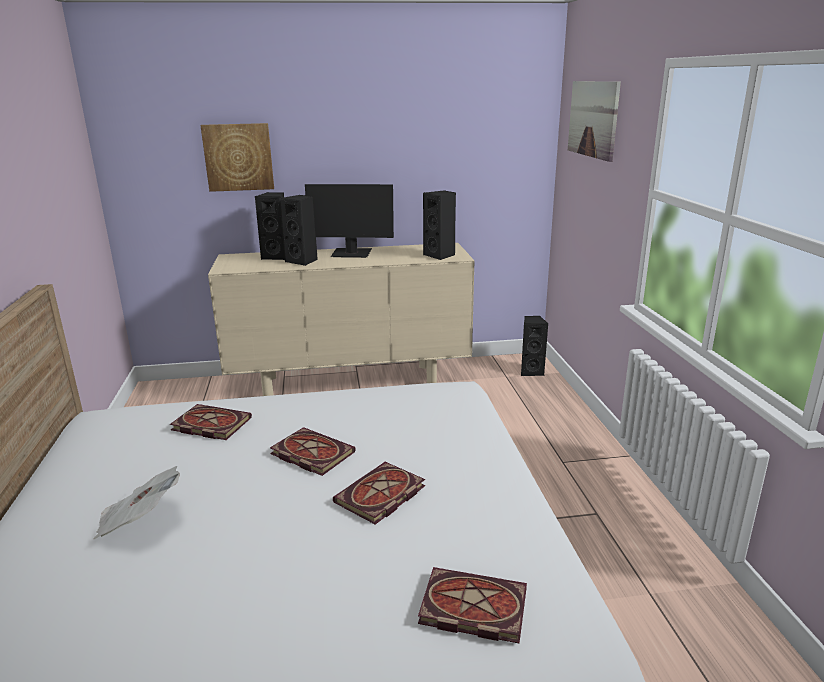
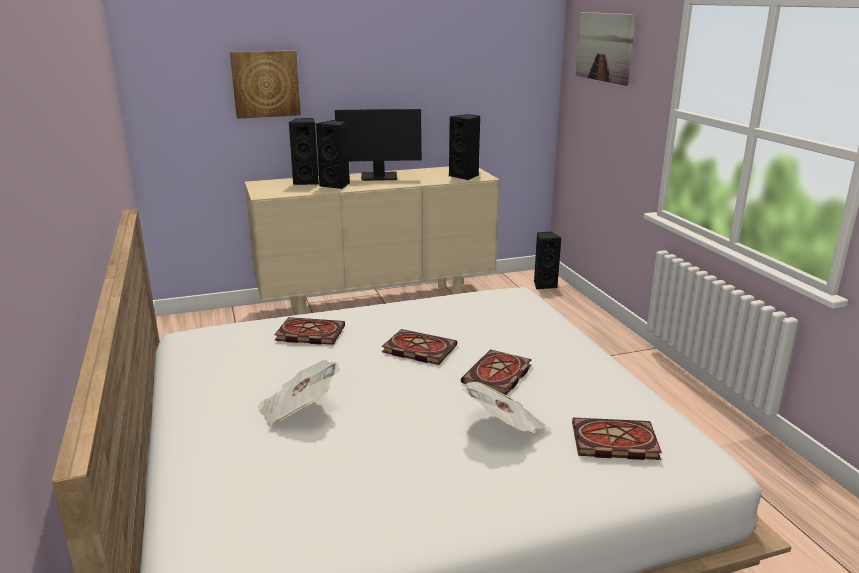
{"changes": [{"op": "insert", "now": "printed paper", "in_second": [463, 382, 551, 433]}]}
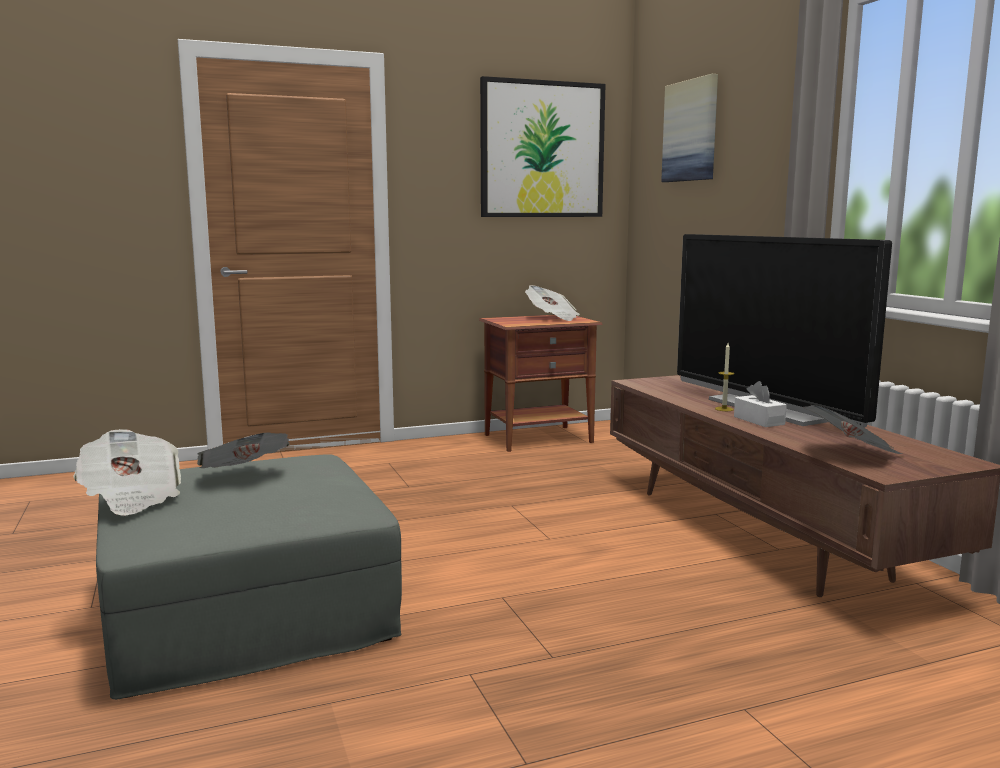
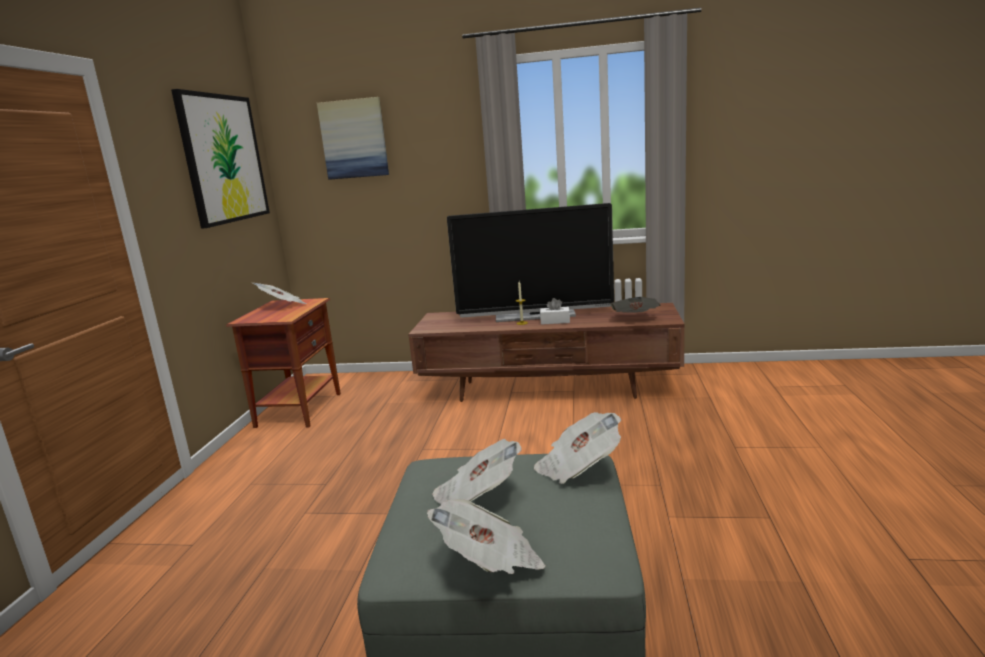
{"changes": [{"op": "insert", "now": "printed paper", "in_second": [534, 412, 621, 484]}]}
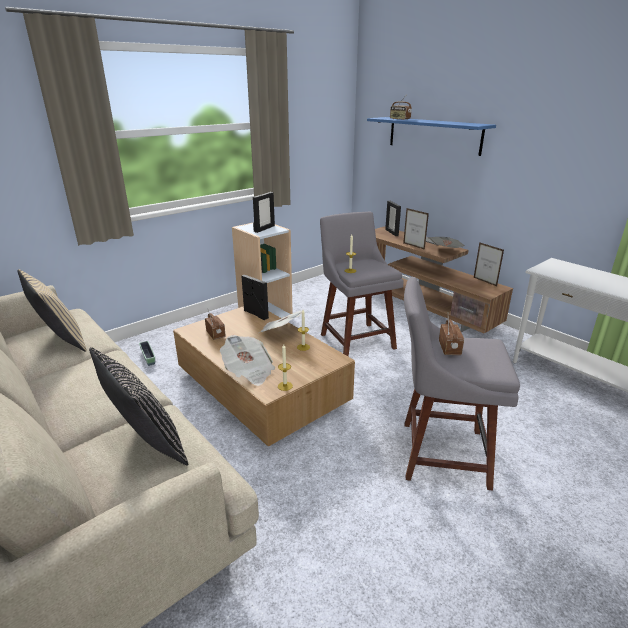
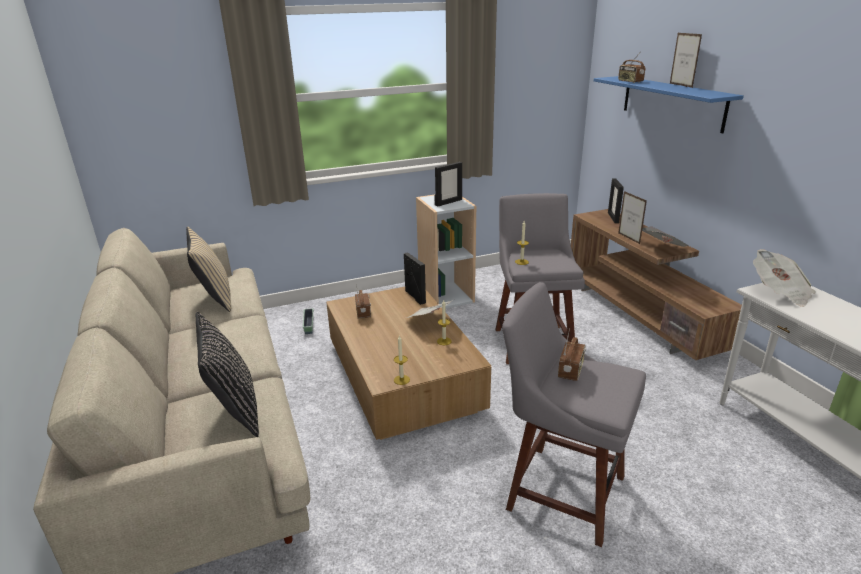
{"changes": [{"op": "move", "was": "photo frame", "in_first": [474, 242, 504, 286], "in_second": [670, 33, 702, 88]}, {"op": "move", "was": "printed paper", "in_first": [220, 335, 276, 386], "in_second": [753, 249, 815, 307]}]}
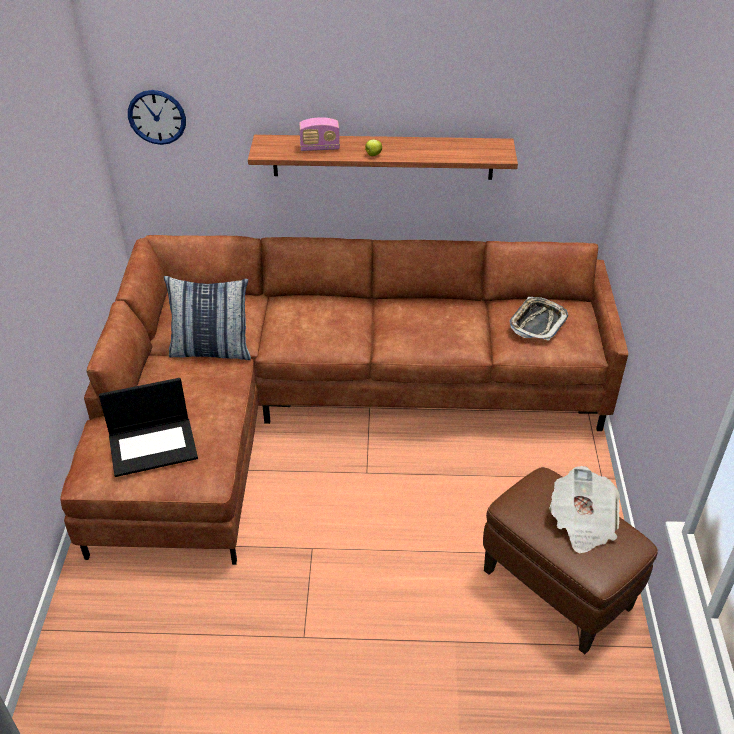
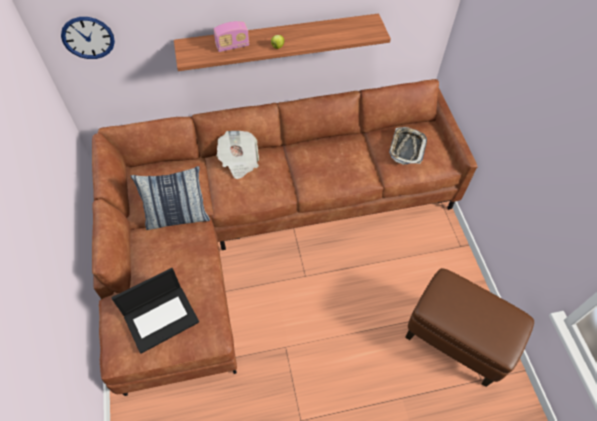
{"changes": [{"op": "move", "was": "printed paper", "in_first": [549, 466, 620, 553], "in_second": [217, 131, 259, 179]}]}
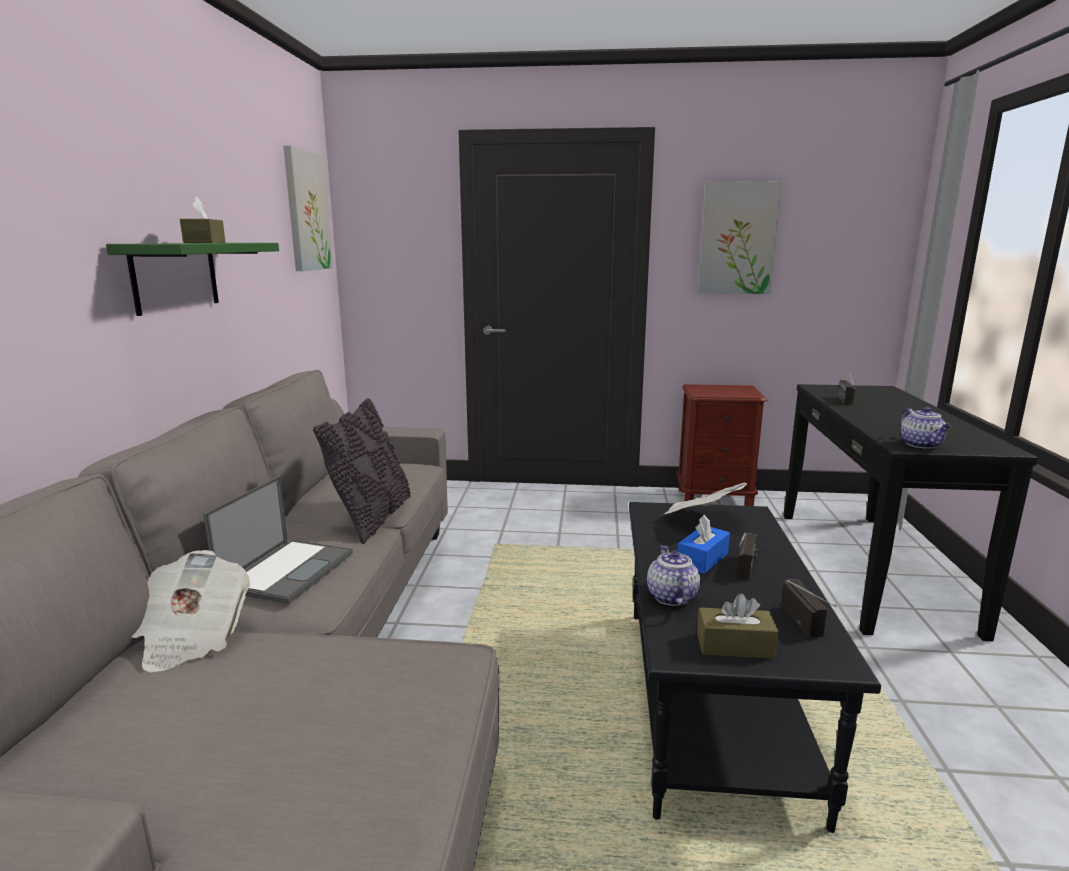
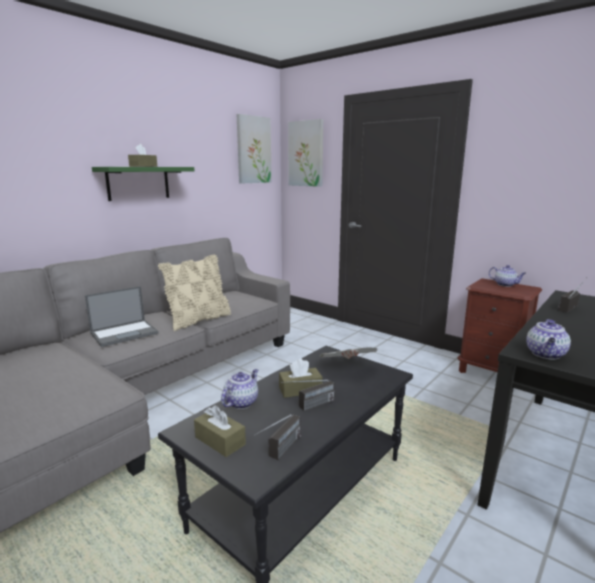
{"changes": [{"op": "move", "was": "picture", "in_first": [698, 181, 781, 294], "in_second": [288, 119, 323, 187]}, {"op": "recolor", "was": "black-coloured throw pillow", "now": "sand-coloured throw pillow", "in_first": [313, 398, 411, 544], "in_second": [158, 254, 231, 331]}, {"op": "recolor", "was": "bluish tissue box", "now": "brownish tissue box", "in_first": [678, 514, 730, 574], "in_second": [279, 358, 322, 398]}, {"op": "delete", "was": "printed paper", "in_first": [132, 550, 250, 673]}, {"op": "insert", "now": "pot for tea", "in_second": [489, 265, 526, 287]}]}
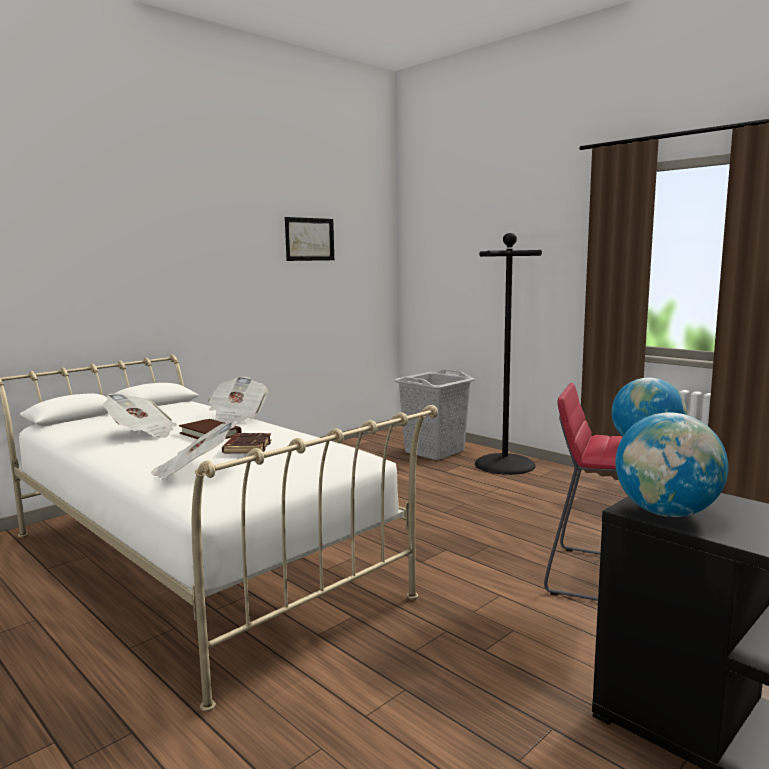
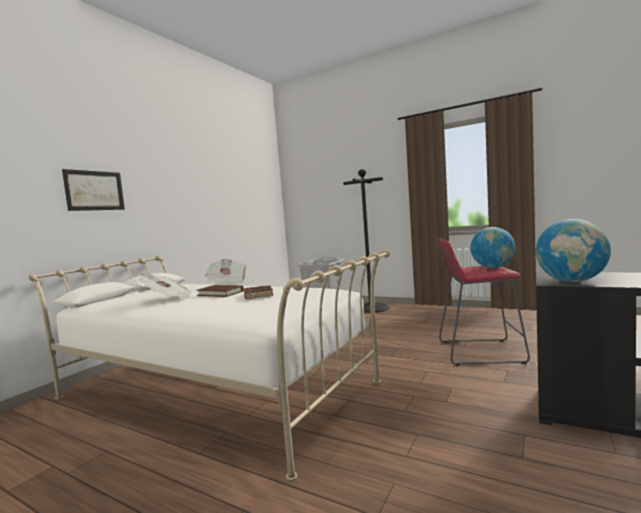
{"changes": [{"op": "move", "was": "picture", "in_first": [285, 217, 334, 261], "in_second": [62, 169, 125, 211]}, {"op": "delete", "was": "printed paper", "in_first": [151, 422, 236, 480]}]}
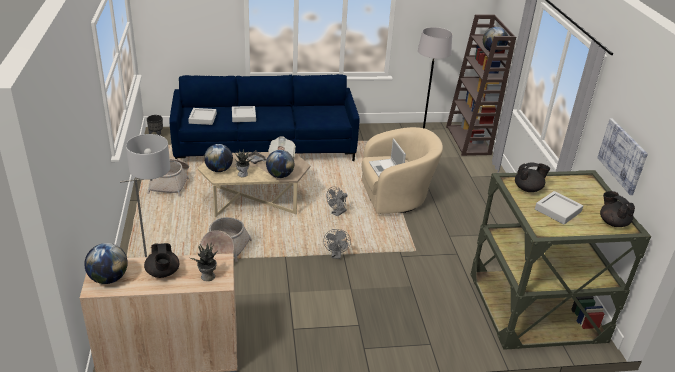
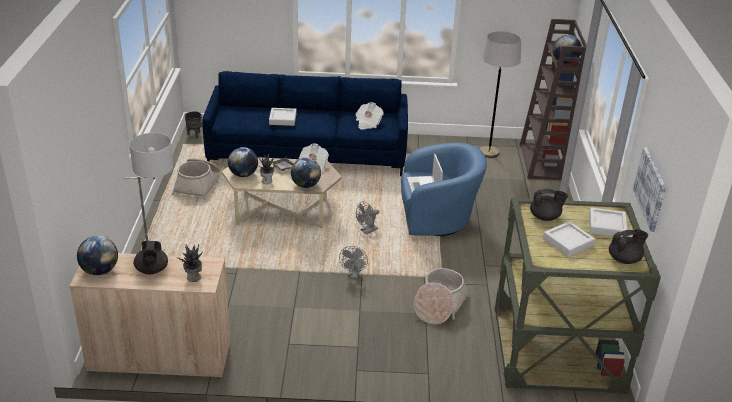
{"changes": [{"op": "move", "was": "grey carrying tray", "in_first": [188, 108, 217, 125], "in_second": [589, 208, 628, 237]}, {"op": "recolor", "was": "sand-coloured armchair", "now": "bluish armchair", "in_first": [362, 127, 443, 214], "in_second": [401, 143, 487, 236]}, {"op": "rotate", "was": "black-coloured pot for tea", "in_first": [600, 191, 635, 227], "in_second": [609, 229, 648, 264], "clockwise": 90}, {"op": "move", "was": "household basket", "in_first": [199, 217, 252, 262], "in_second": [414, 268, 469, 324]}, {"op": "insert", "now": "printed paper", "in_second": [356, 102, 383, 129]}]}
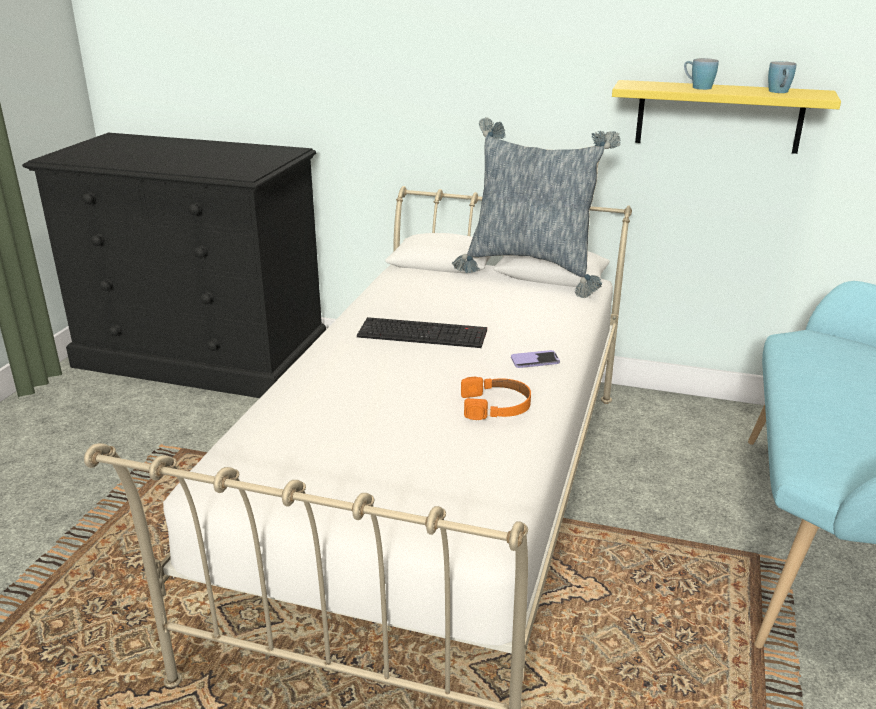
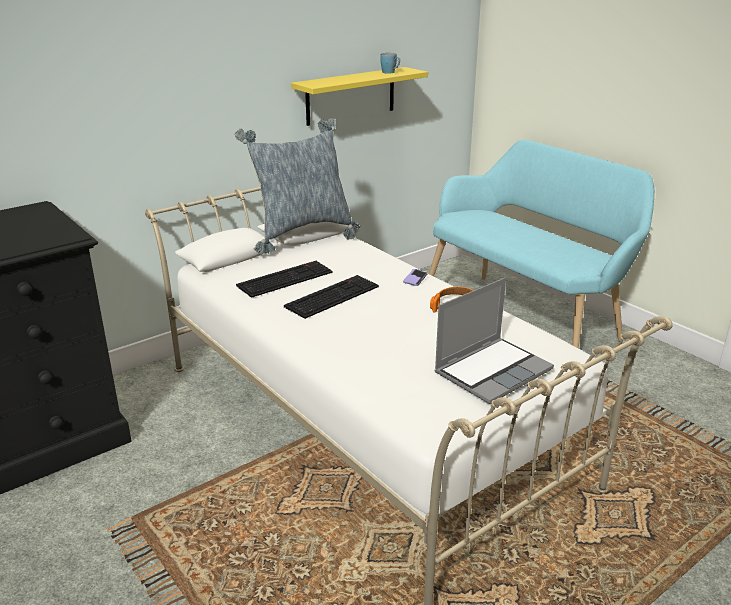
{"changes": [{"op": "delete", "was": "bluish tea mug", "in_first": [684, 58, 719, 90]}, {"op": "insert", "now": "keyboard", "in_second": [236, 261, 333, 298]}, {"op": "insert", "now": "laptop", "in_second": [434, 277, 554, 404]}]}
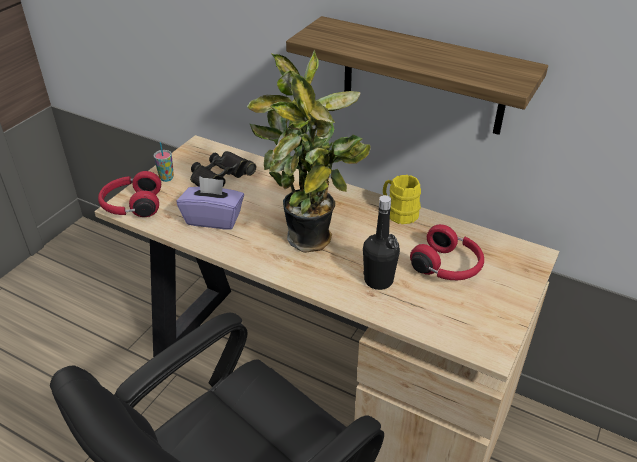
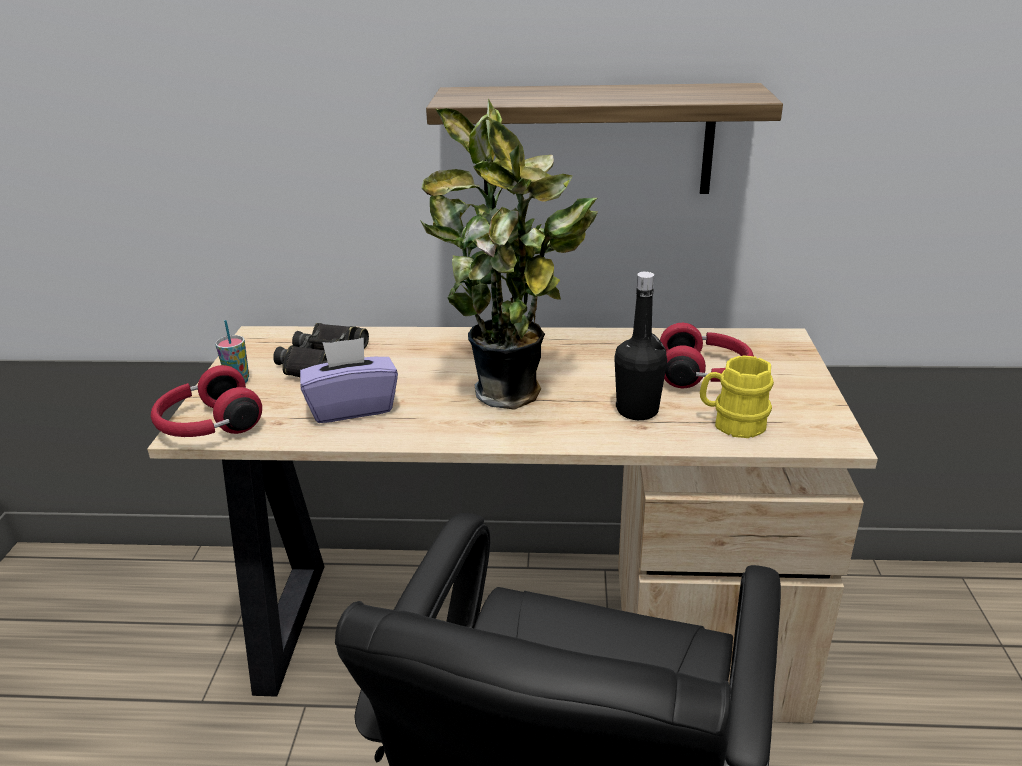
{"changes": [{"op": "move", "was": "yellow-coloured tea mug", "in_first": [383, 175, 421, 224], "in_second": [700, 355, 774, 438]}]}
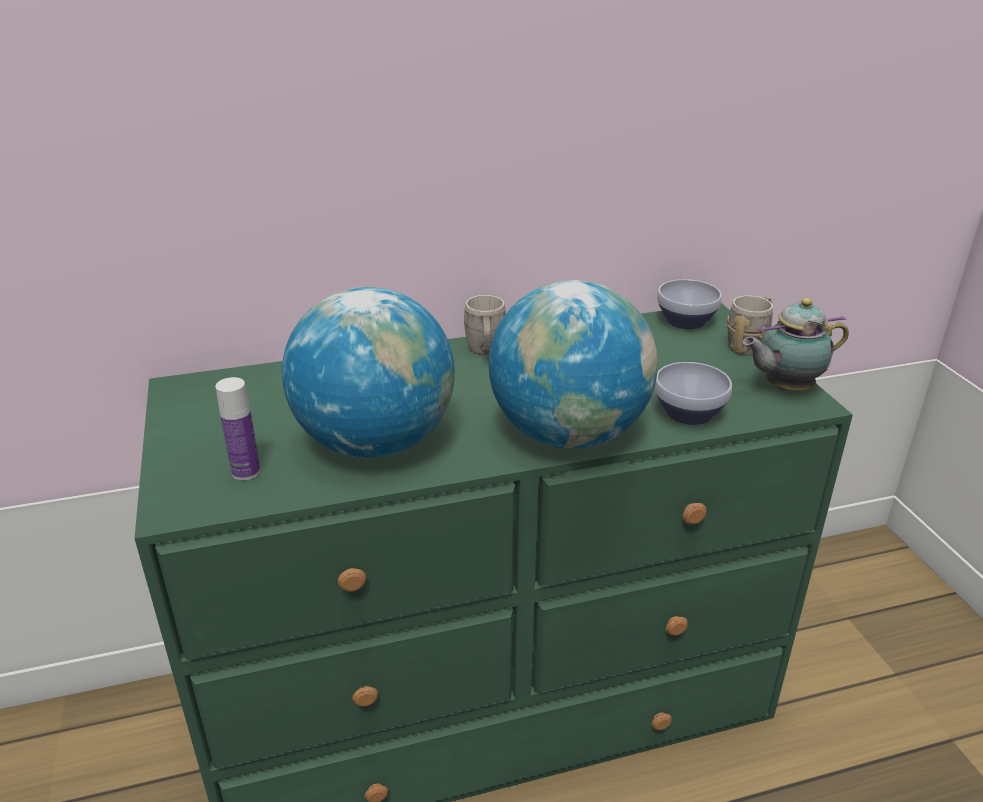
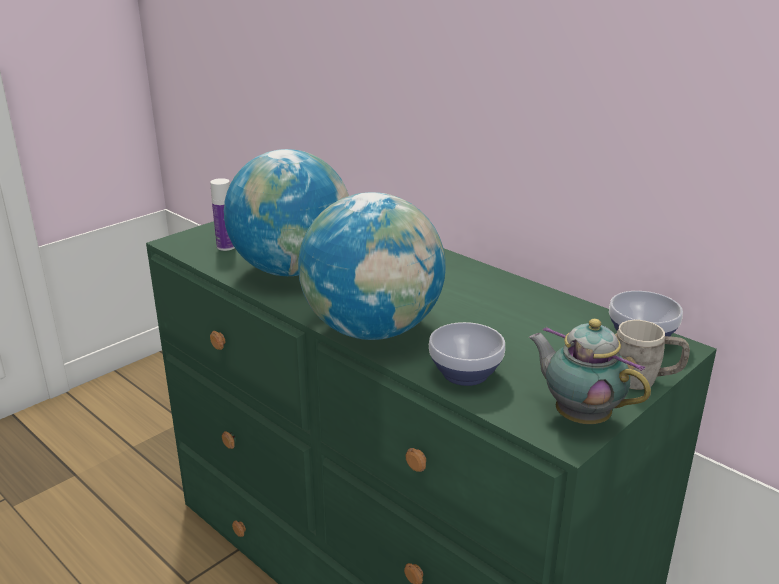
{"changes": [{"op": "delete", "was": "grey tea mug", "in_first": [463, 295, 506, 355]}]}
